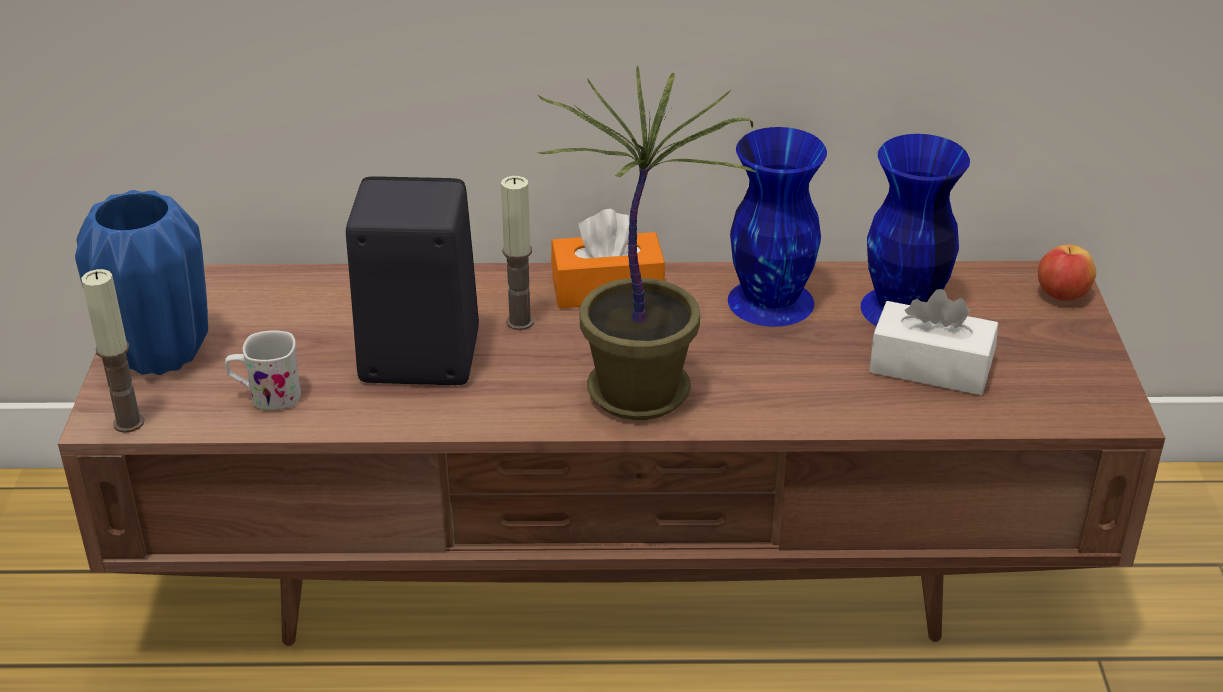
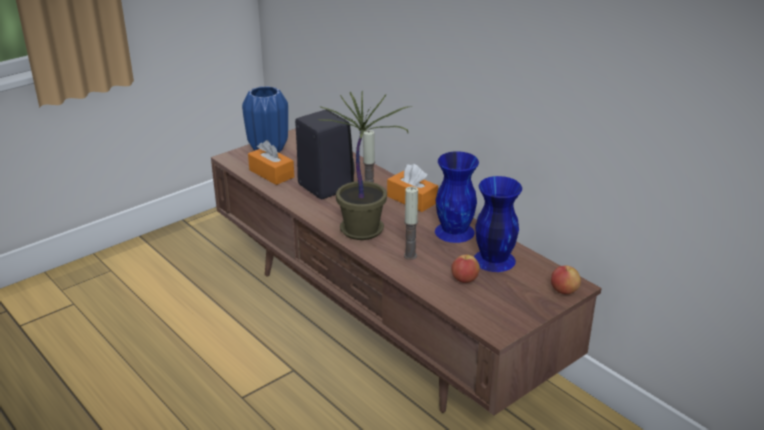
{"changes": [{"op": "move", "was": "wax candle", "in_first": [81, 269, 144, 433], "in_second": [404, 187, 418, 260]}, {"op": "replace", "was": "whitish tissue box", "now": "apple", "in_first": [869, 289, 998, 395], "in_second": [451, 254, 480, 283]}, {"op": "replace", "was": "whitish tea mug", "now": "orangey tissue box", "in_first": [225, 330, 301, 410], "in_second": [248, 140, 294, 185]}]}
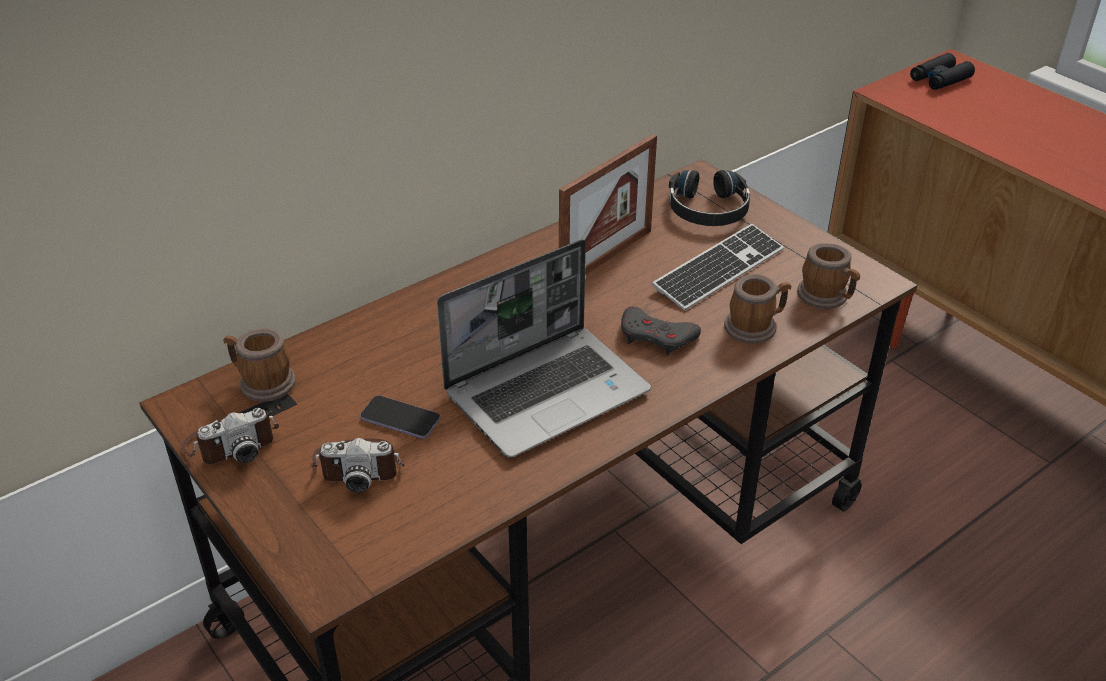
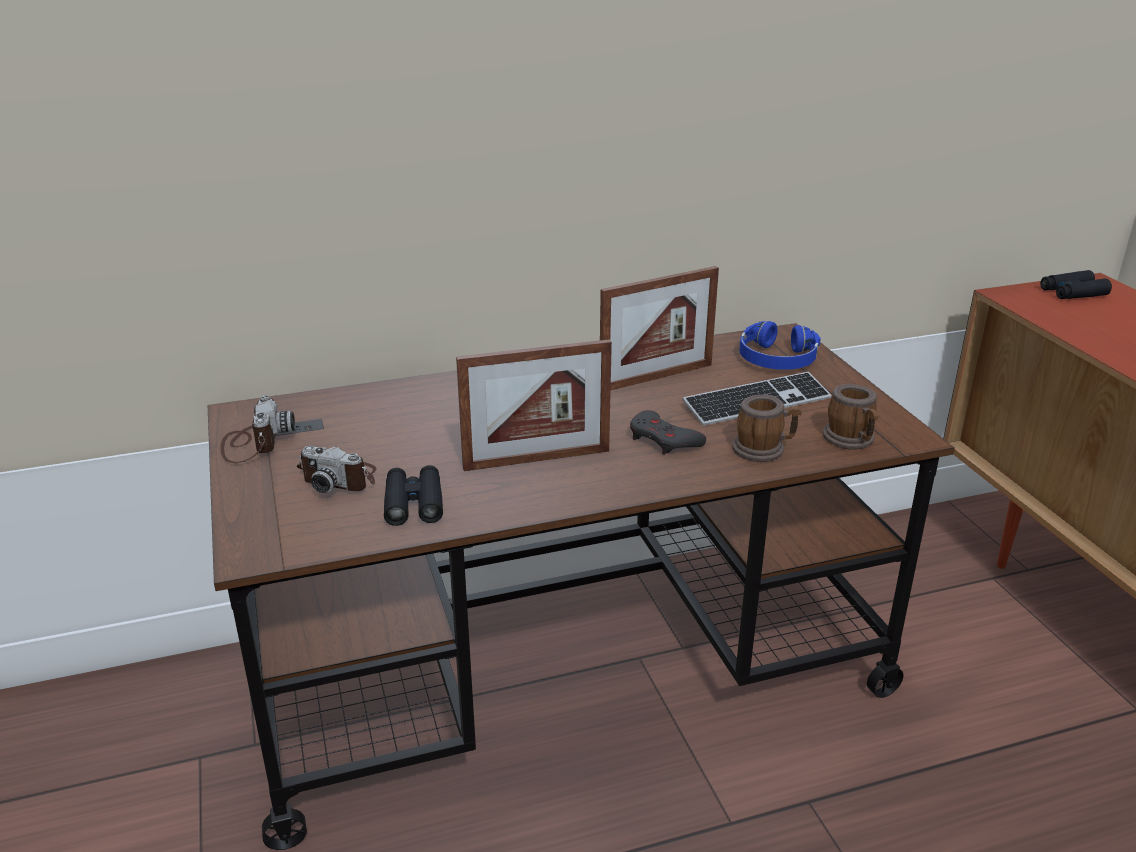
{"changes": [{"op": "recolor", "was": "black-coloured headphones", "now": "bluish headphones", "in_first": [669, 170, 750, 226], "in_second": [739, 321, 821, 370]}, {"op": "replace", "was": "laptop", "now": "photo frame", "in_first": [437, 239, 651, 458], "in_second": [456, 339, 612, 471]}, {"op": "delete", "was": "tea mug", "in_first": [223, 328, 296, 402]}, {"op": "delete", "was": "phone", "in_first": [360, 395, 441, 439]}, {"op": "rotate", "was": "photo camera", "in_first": [181, 408, 279, 464], "in_second": [220, 395, 295, 463], "clockwise": -90}, {"op": "insert", "now": "black-coloured pair of binoculars", "in_second": [384, 465, 443, 526]}]}
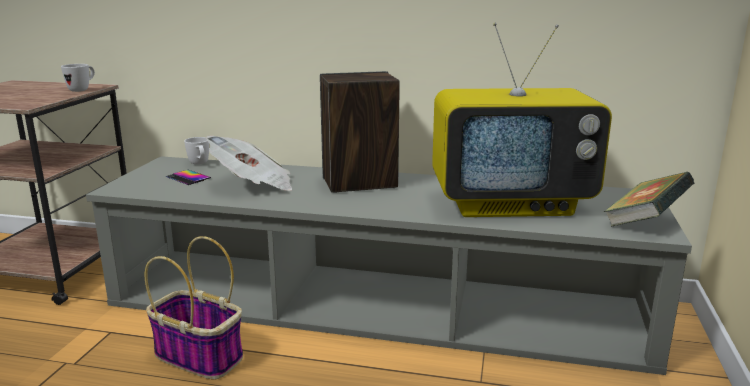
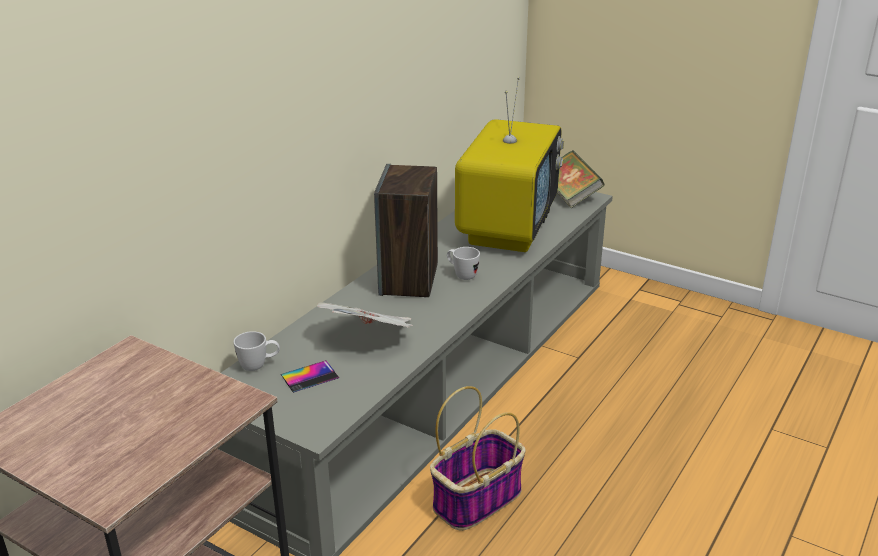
{"changes": [{"op": "move", "was": "whitish tea mug", "in_first": [61, 64, 95, 92], "in_second": [447, 247, 480, 280]}]}
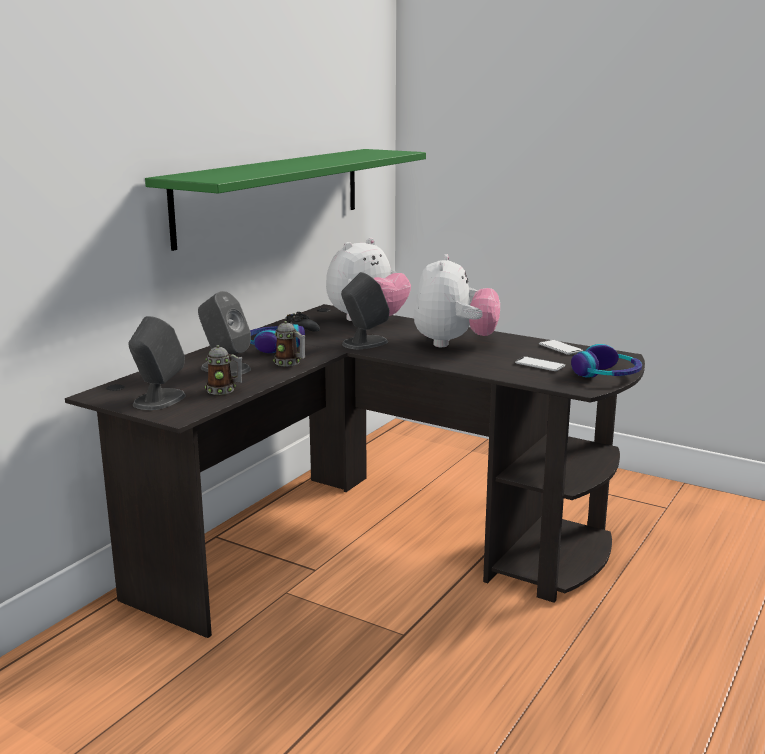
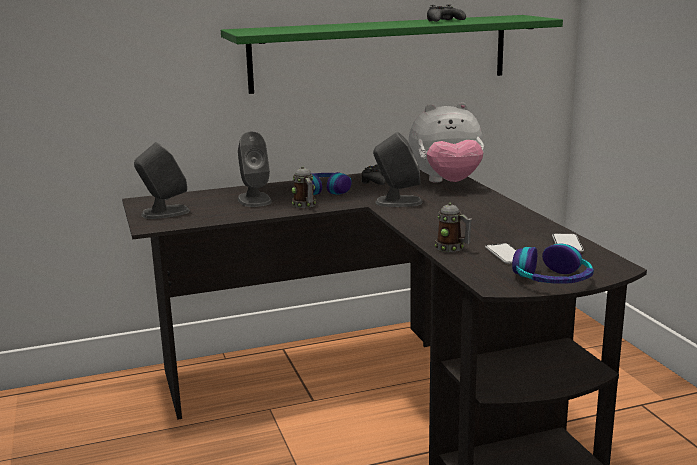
{"changes": [{"op": "delete", "was": "soft toy", "in_first": [414, 254, 500, 347]}, {"op": "move", "was": "tea mug", "in_first": [205, 345, 242, 395], "in_second": [435, 203, 472, 252]}, {"op": "insert", "now": "black-coloured joypad", "in_second": [427, 5, 466, 22]}]}
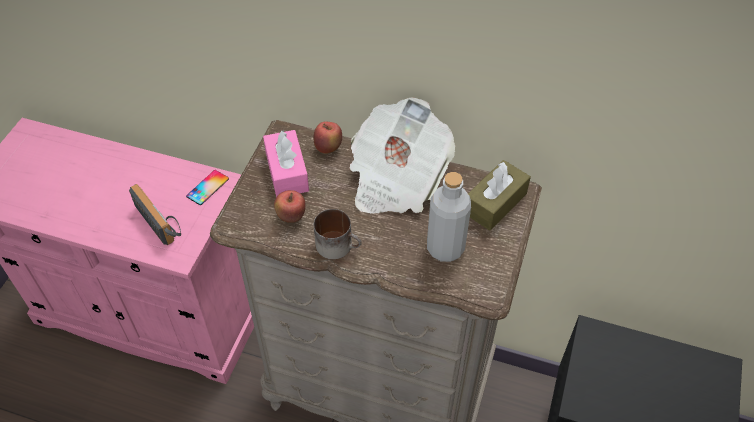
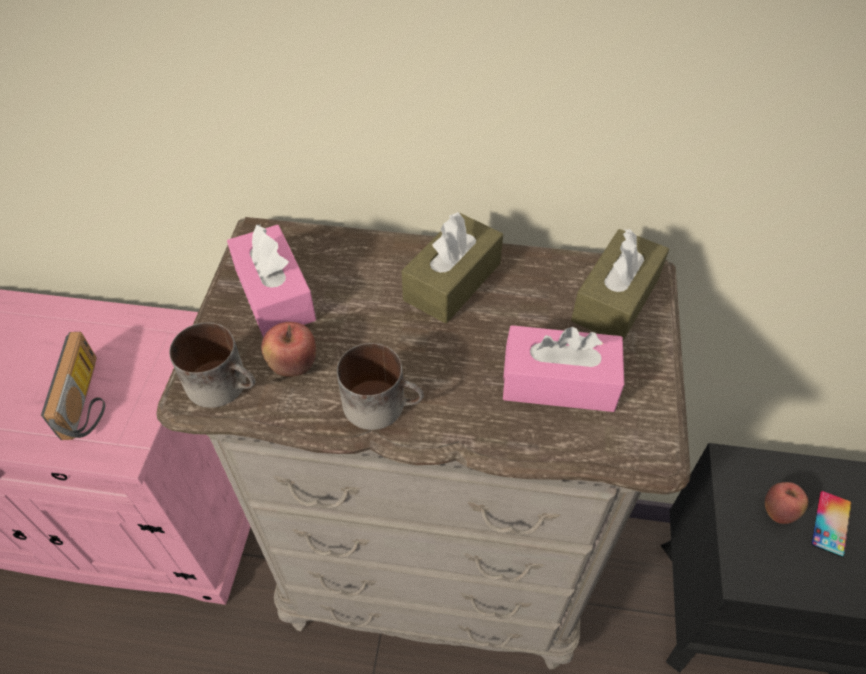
{"changes": [{"op": "replace", "was": "printed paper", "now": "brownish tissue box", "in_first": [349, 97, 455, 213], "in_second": [402, 212, 503, 324]}, {"op": "move", "was": "apple", "in_first": [314, 121, 342, 154], "in_second": [765, 482, 808, 524]}, {"op": "move", "was": "phone", "in_first": [186, 170, 229, 205], "in_second": [811, 491, 852, 557]}, {"op": "replace", "was": "grey beverage bottle", "now": "pinkish tissue box", "in_first": [427, 172, 471, 262], "in_second": [503, 325, 624, 412]}, {"op": "rotate", "was": "radio", "in_first": [129, 184, 181, 245], "in_second": [41, 332, 105, 440], "clockwise": 45}, {"op": "insert", "now": "tea mug", "in_second": [169, 322, 255, 408]}]}
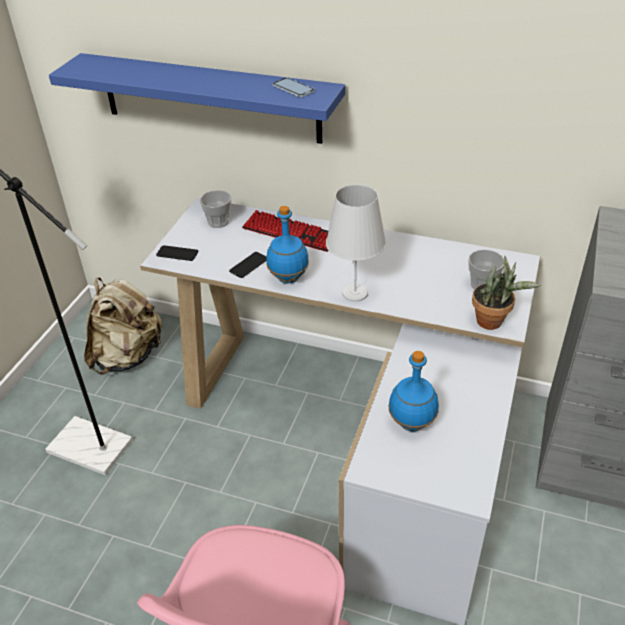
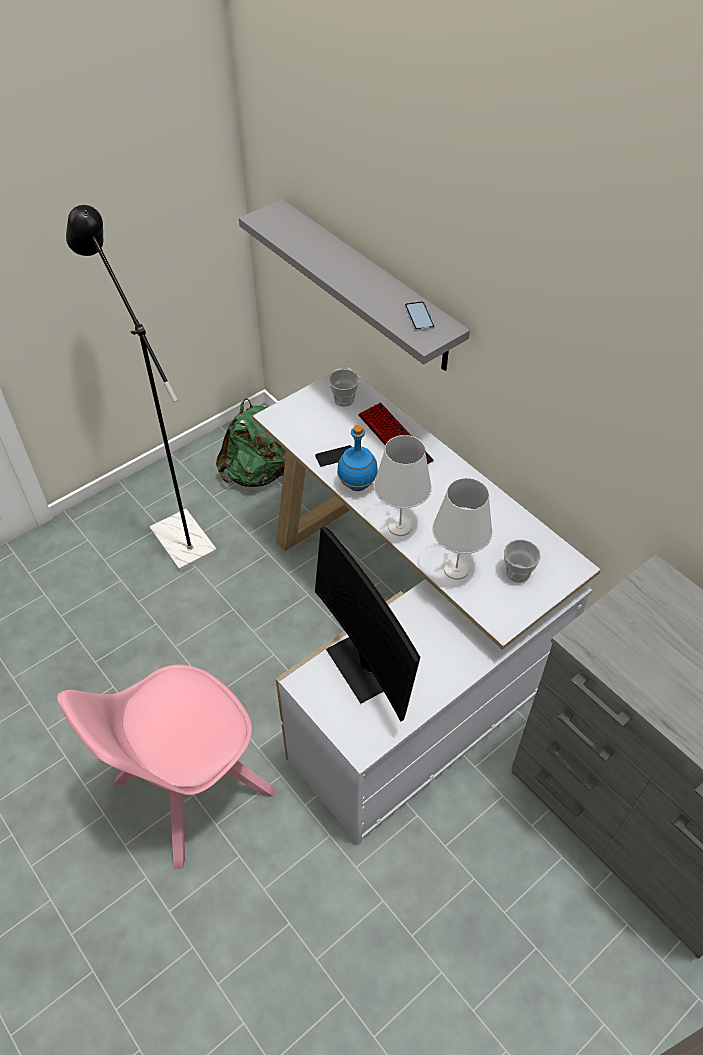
{"changes": [{"op": "recolor", "was": "bluish bracket shelf", "now": "grey bracket shelf", "in_first": [49, 53, 345, 144], "in_second": [239, 199, 470, 371]}, {"op": "delete", "was": "phone", "in_first": [156, 245, 198, 261]}, {"op": "delete", "was": "houseplant", "in_first": [472, 256, 541, 330]}, {"op": "recolor", "was": "sand-coloured rucksack", "now": "green-coloured rucksack", "in_first": [84, 277, 163, 375], "in_second": [216, 398, 286, 487]}, {"op": "replace", "was": "bluish beverage bottle", "now": "computer screen", "in_first": [389, 351, 439, 432], "in_second": [315, 527, 420, 722]}, {"op": "insert", "now": "whitish table lamp", "in_second": [432, 478, 493, 580]}]}
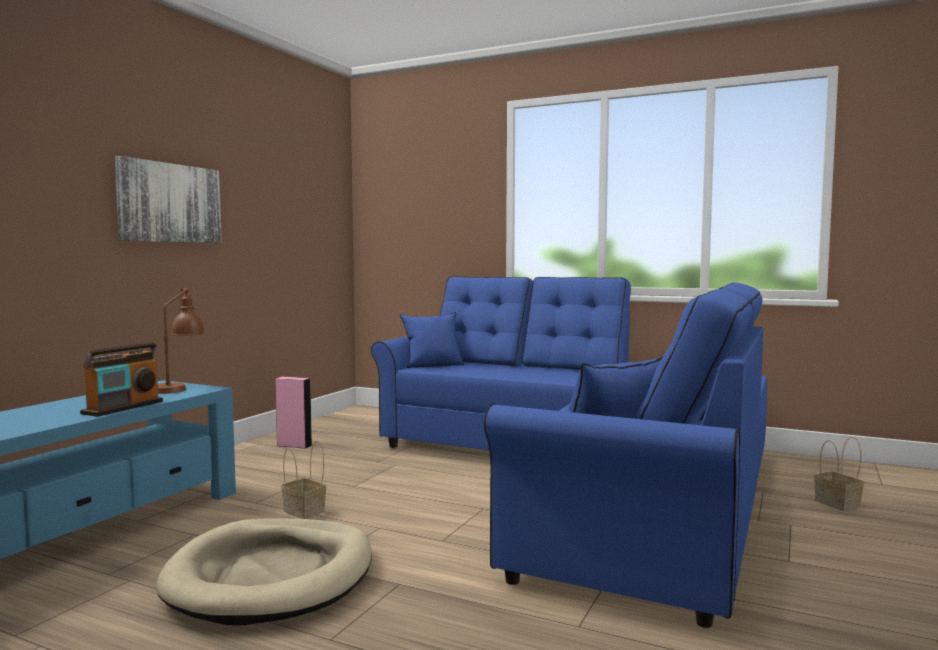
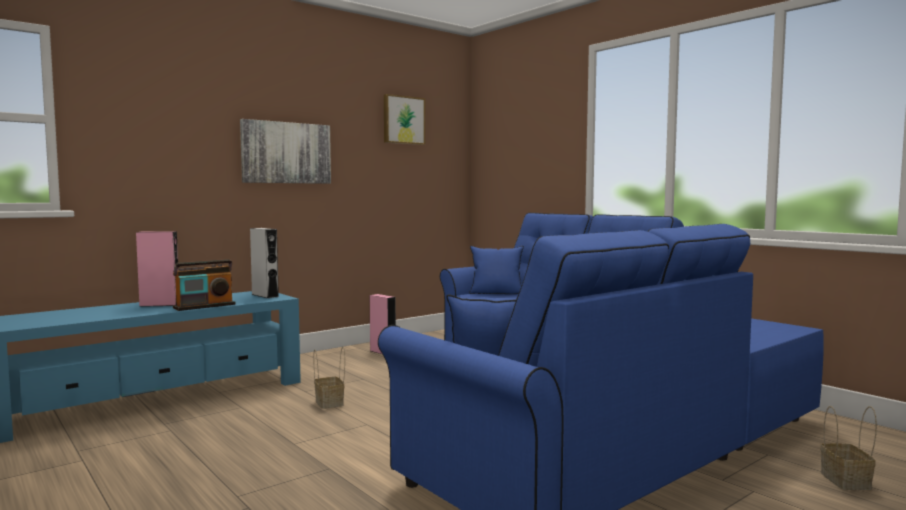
{"changes": [{"op": "replace", "was": "brownish table lamp", "now": "grey loudspeaker", "in_first": [158, 288, 205, 394], "in_second": [250, 228, 279, 298]}, {"op": "delete", "was": "sand-coloured dog cushion", "in_first": [156, 519, 372, 625]}, {"op": "insert", "now": "picture", "in_second": [384, 94, 425, 145]}, {"op": "insert", "now": "pinkish loudspeaker", "in_second": [136, 231, 178, 307]}]}
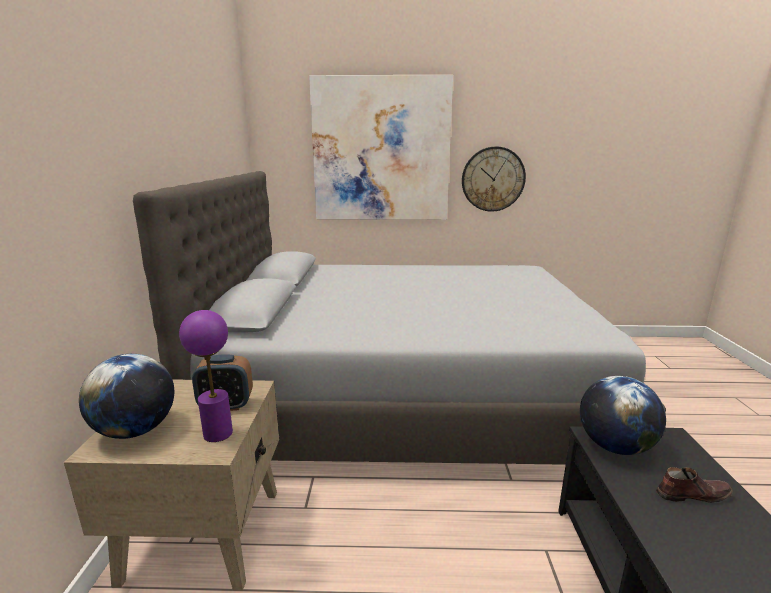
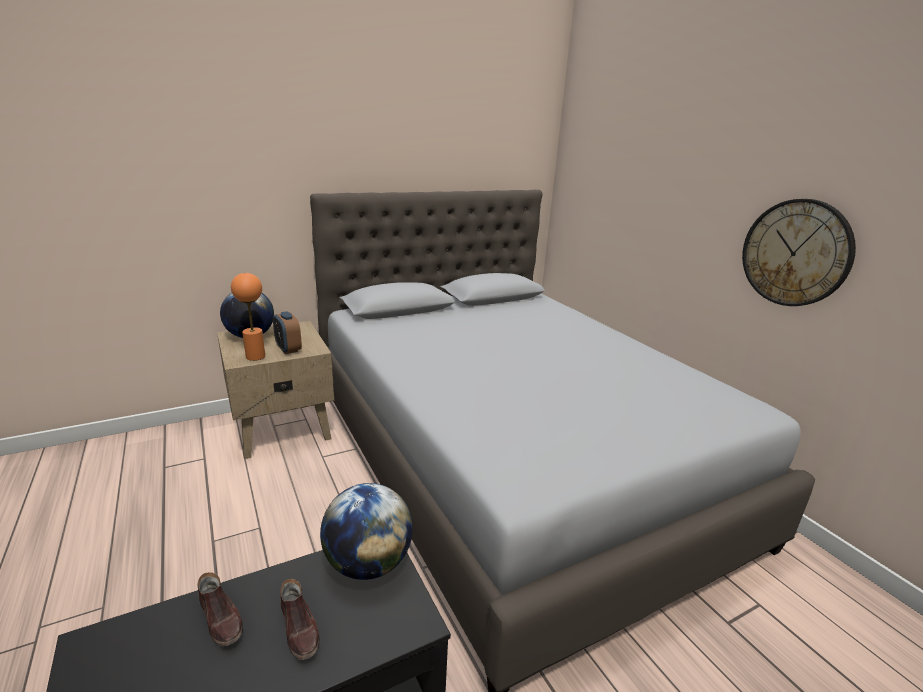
{"changes": [{"op": "delete", "was": "picture", "in_first": [309, 75, 453, 220]}, {"op": "recolor", "was": "purple table lamp", "now": "orangey table lamp", "in_first": [179, 310, 233, 442], "in_second": [231, 273, 265, 361]}, {"op": "insert", "now": "brownish low shoe", "in_second": [197, 572, 243, 646]}]}
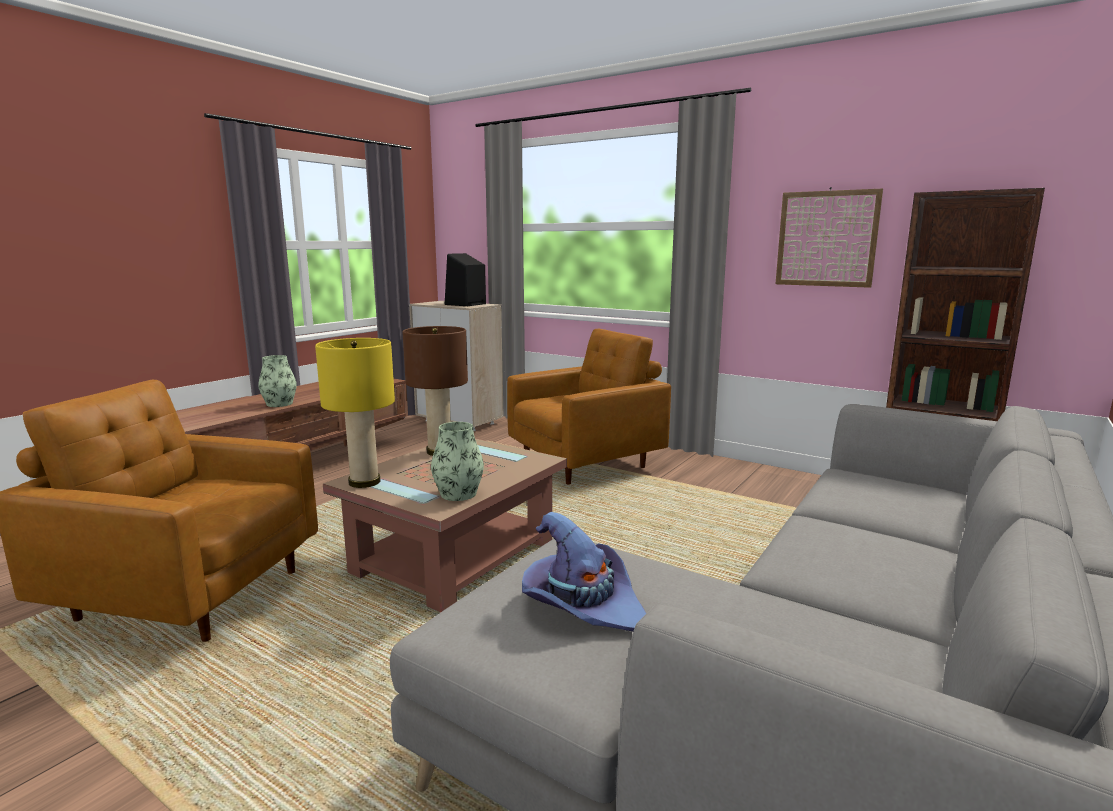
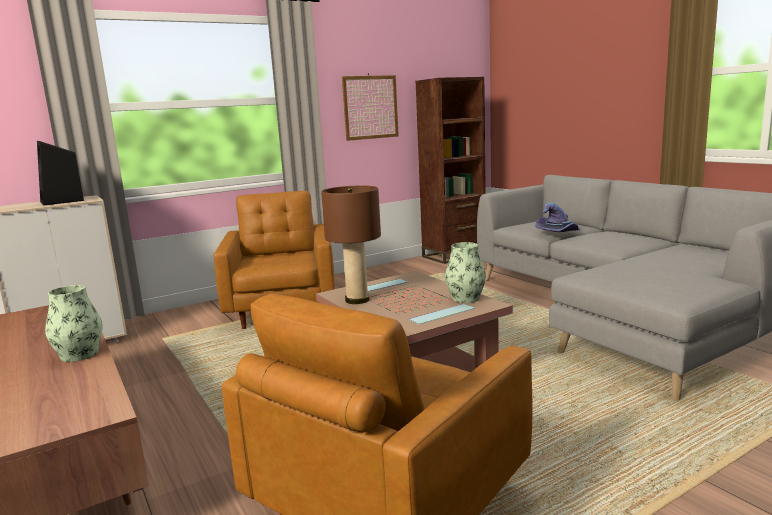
{"changes": [{"op": "delete", "was": "yellow-coloured table lamp", "in_first": [315, 338, 395, 488]}, {"op": "move", "was": "purple hat", "in_first": [522, 512, 646, 632], "in_second": [535, 203, 580, 232]}]}
